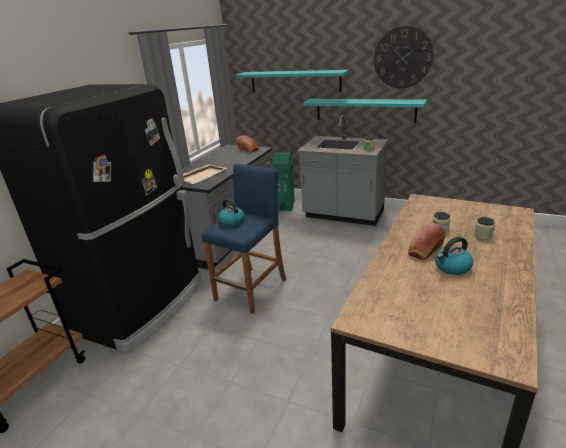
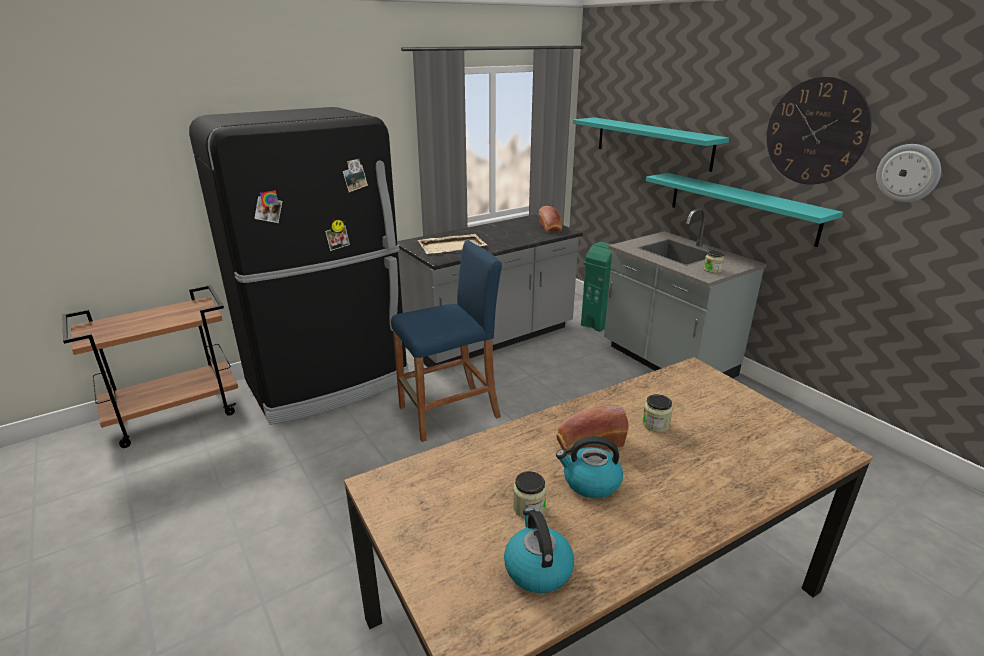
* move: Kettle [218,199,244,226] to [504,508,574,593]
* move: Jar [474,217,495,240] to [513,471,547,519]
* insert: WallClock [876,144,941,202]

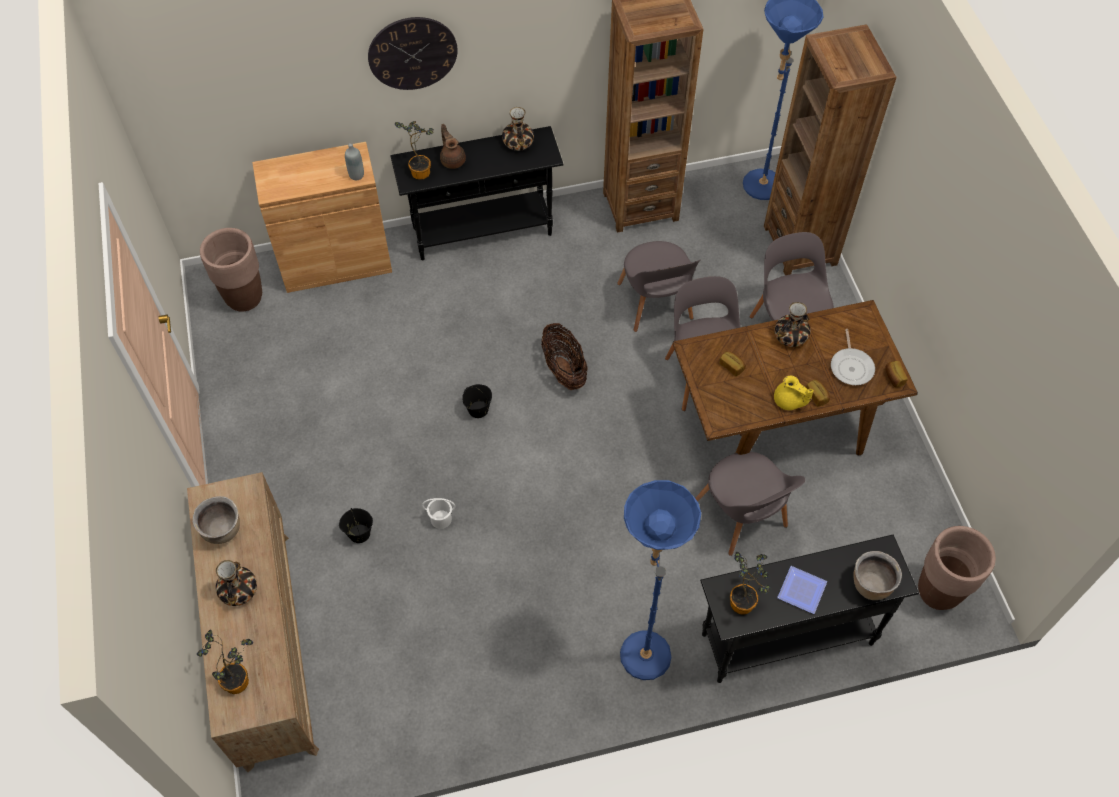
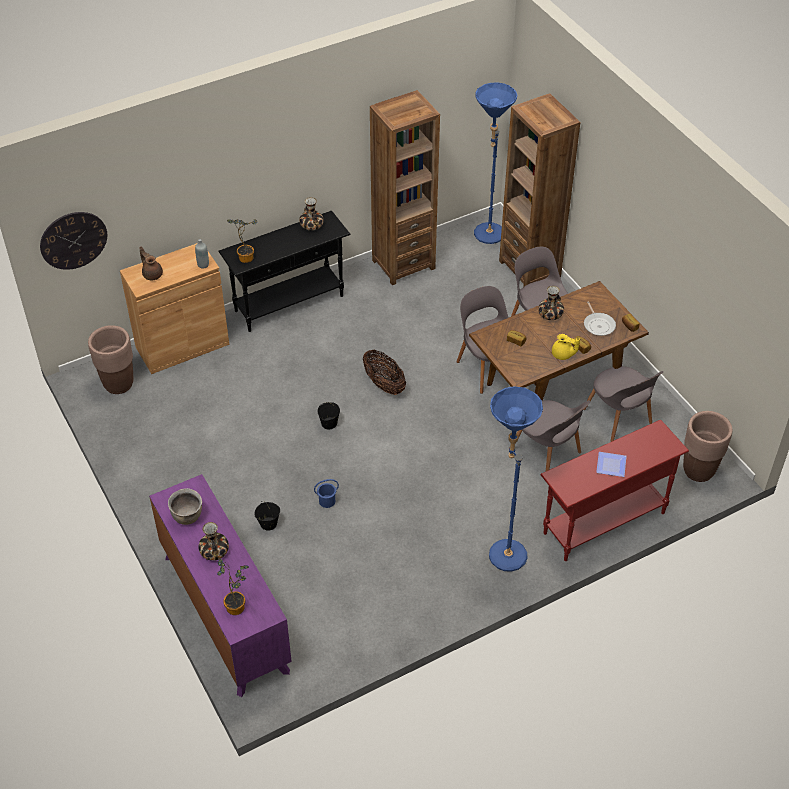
* move: WallClock [368,17,458,90] to [40,212,107,270]
* move: BrownTeapot [440,124,466,169] to [139,247,163,280]
* move: GreyChair [617,241,701,332] to [584,366,663,442]
* recolor: BrownDresser [187,472,319,772] to PurpleDresser [149,474,292,697]
* recolor: WhiteBucket [422,498,455,529] to BlueBucket [314,479,339,508]
* recolor: BlackConsoleTable [700,535,919,683] to RedConsoleTable [540,420,689,561]
* delete: BrownCookingPot [854,551,902,600]
* delete: PottedPlant [730,552,770,614]

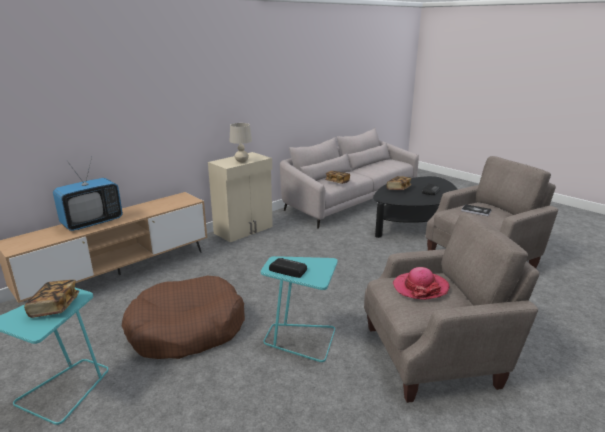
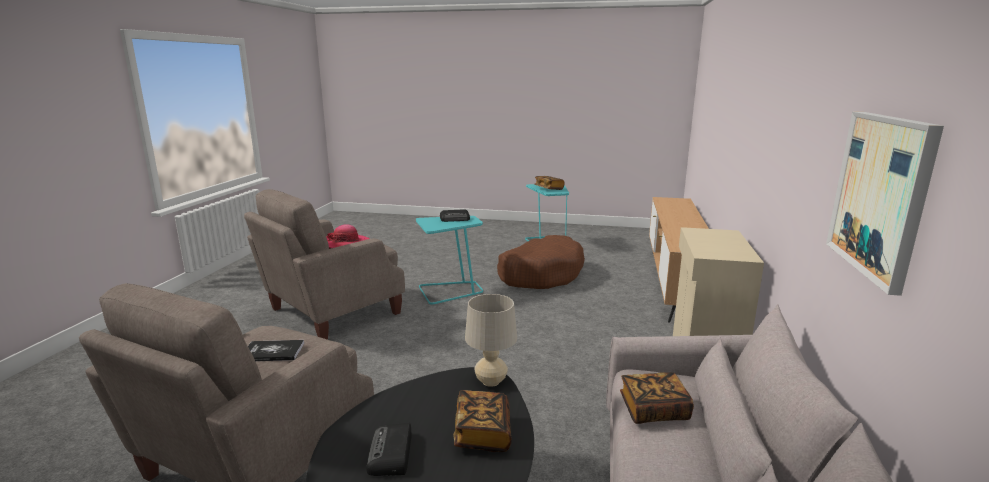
* move: BeigeTableLamp [230,123,252,163] to [465,294,517,387]
* delete: Television [53,157,123,231]
* insert: Picture [826,112,944,296]

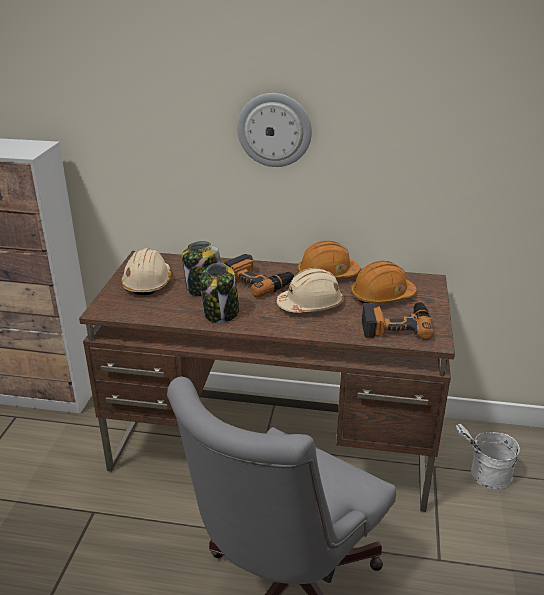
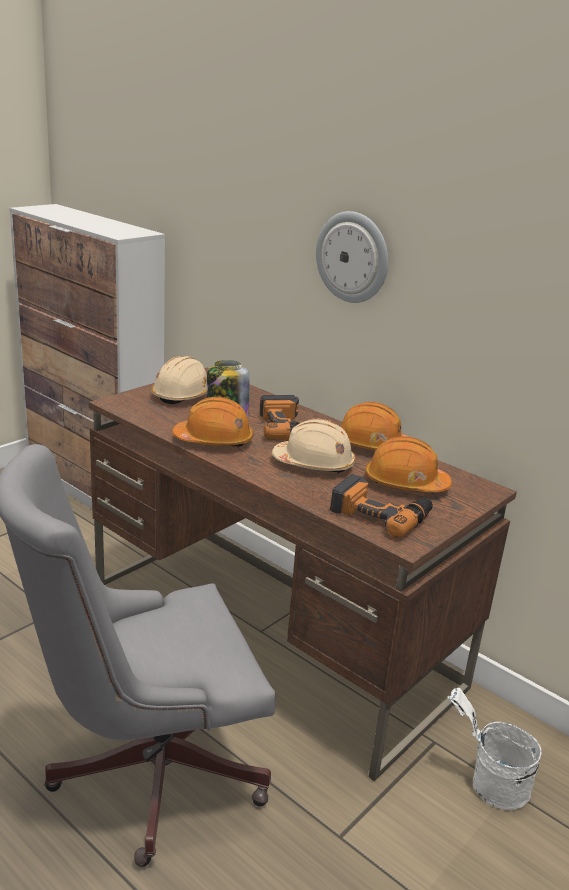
* replace: Jar [200,263,239,323] to OrangeHardHat [172,397,253,447]

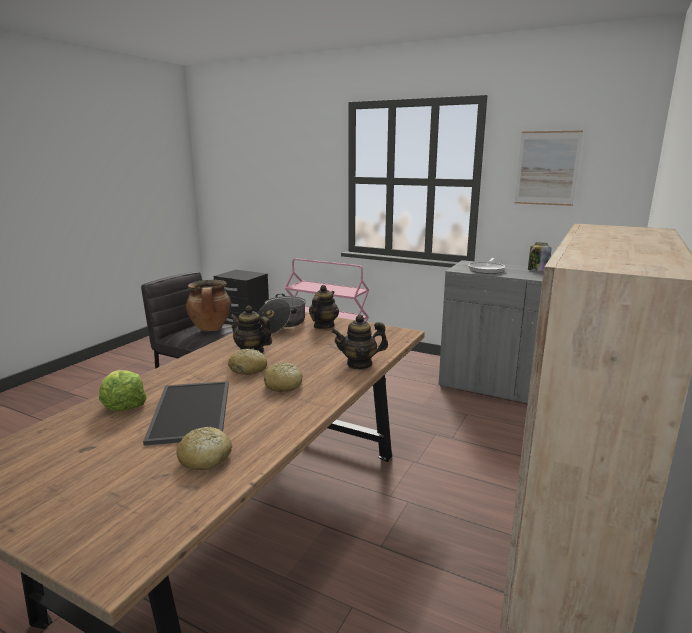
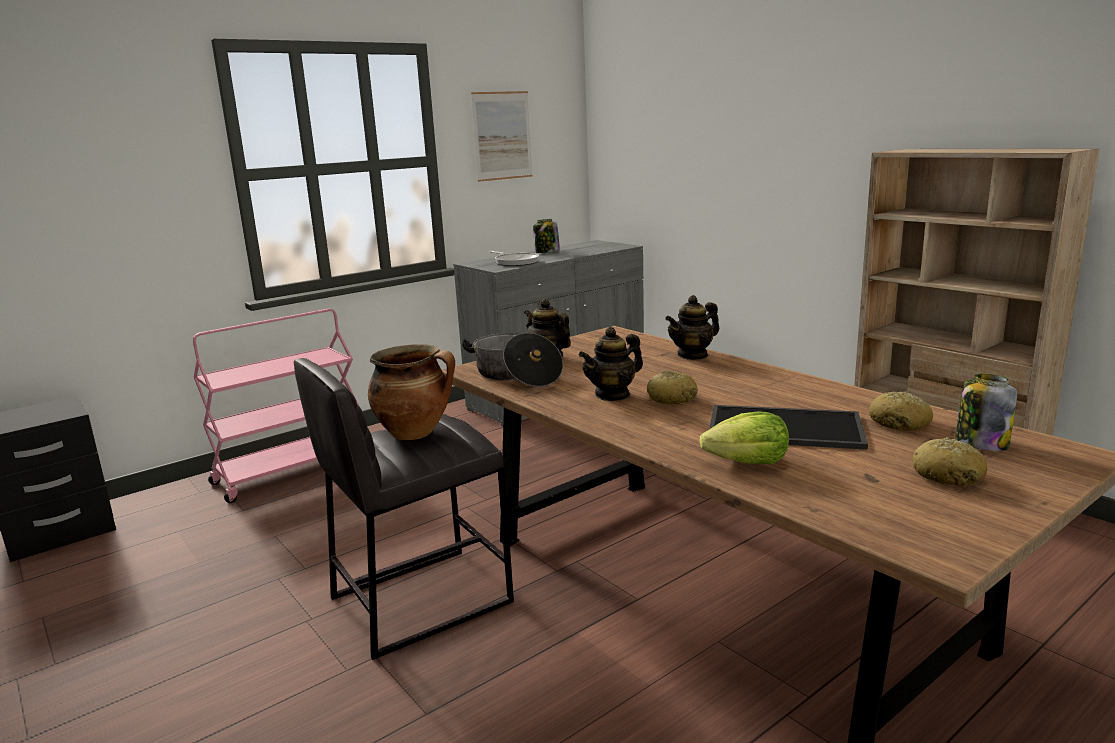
* rotate: Teapot [332,315,388,369] = [665,295,720,360] 45 degrees clockwise
* move: Bread [264,362,303,392] to [913,437,987,486]
* insert: Jar [955,374,1017,451]

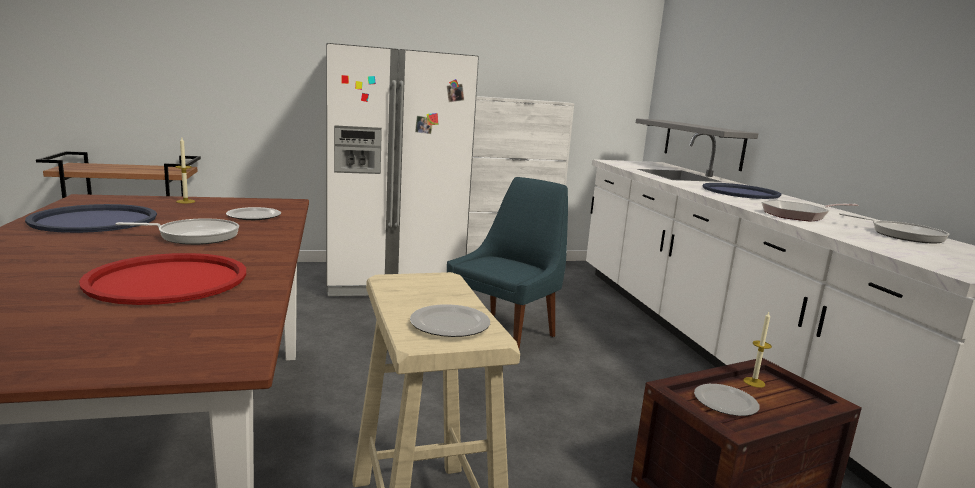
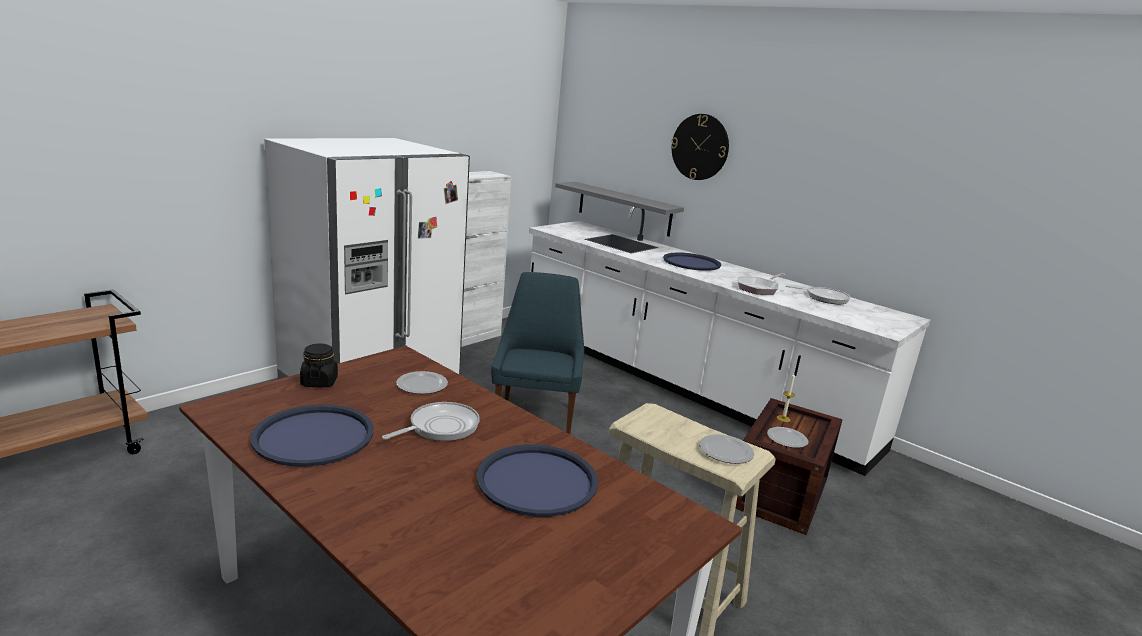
* replace: Candle [175,137,195,203] to BlackJar [300,344,338,387]
* recolor: RedTray [79,253,246,305] to BlueTray [476,444,598,517]
* insert: WallClock [671,114,729,180]

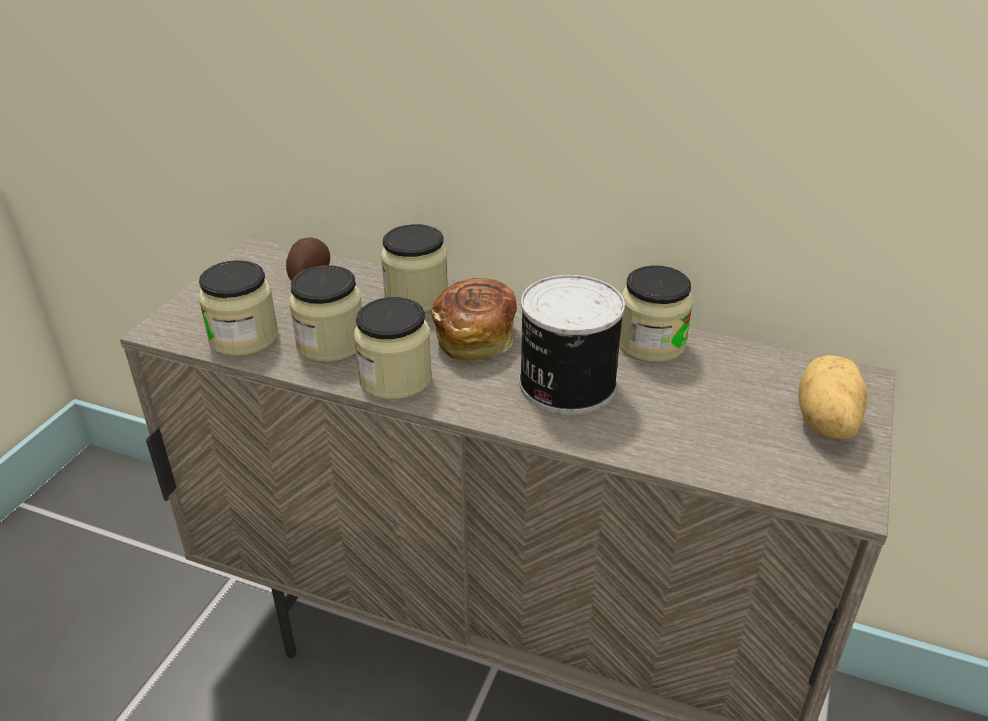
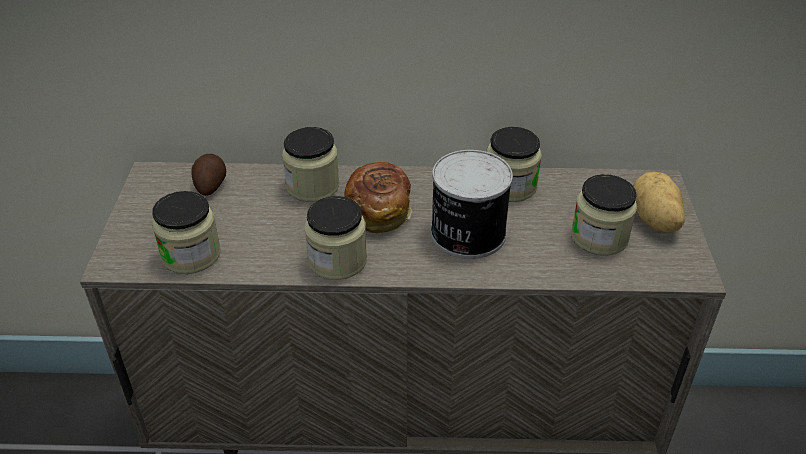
* move: Jar [289,265,362,363] to [571,174,637,256]

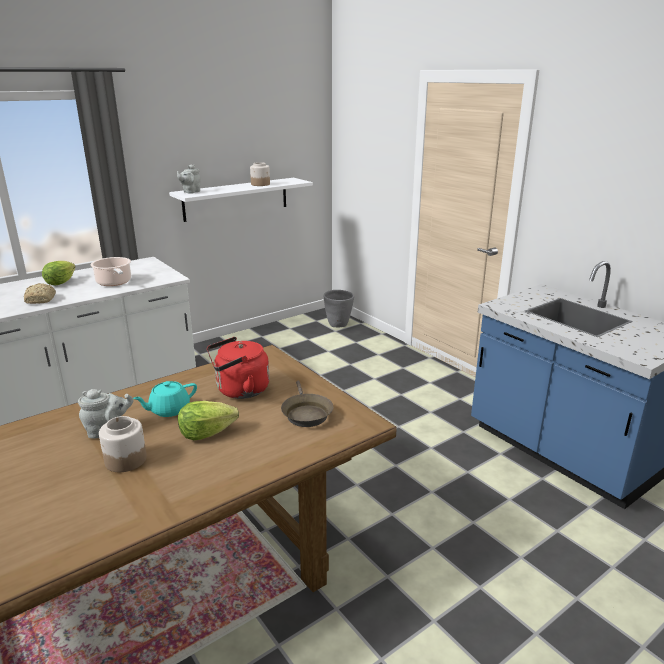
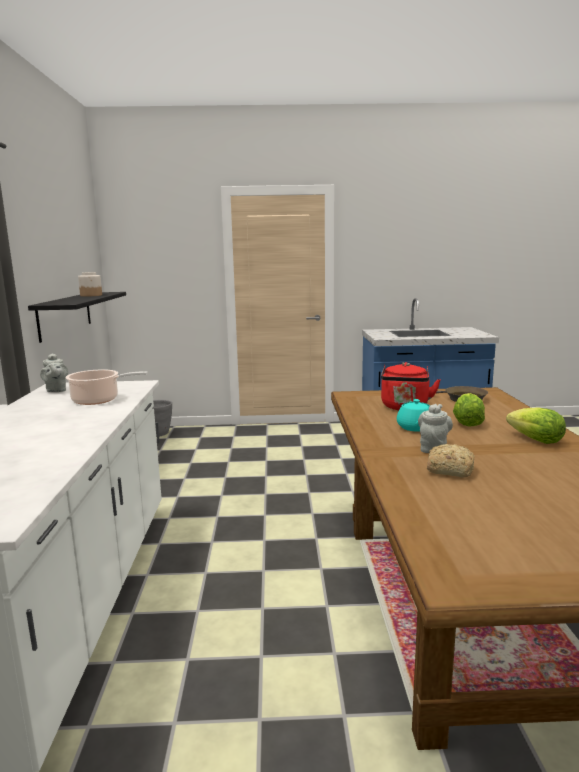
* move: GreyTeapot [177,164,201,194] to [40,353,68,392]
* recolor: WhiteShelf [169,178,313,222] to BlackShelf [28,292,126,343]
* move: Lettuce [42,261,76,285] to [506,407,566,444]
* move: Bread [24,283,56,304] to [427,444,475,478]
* delete: Jar [99,416,147,472]

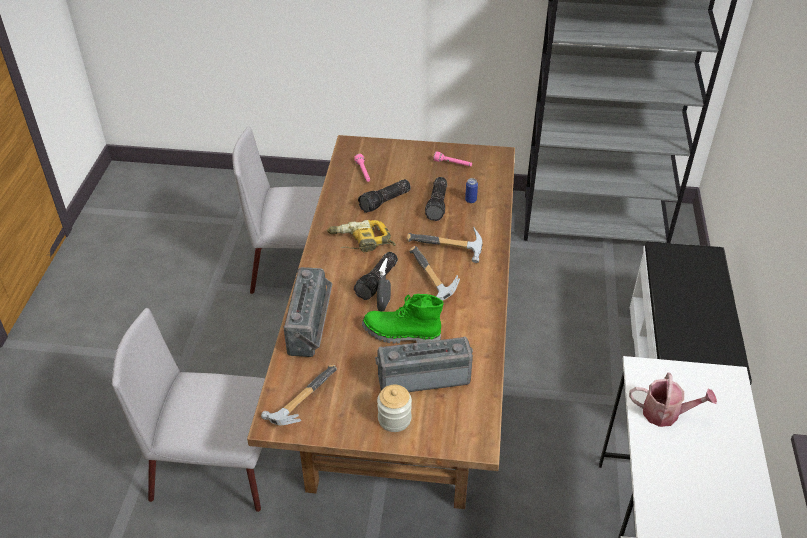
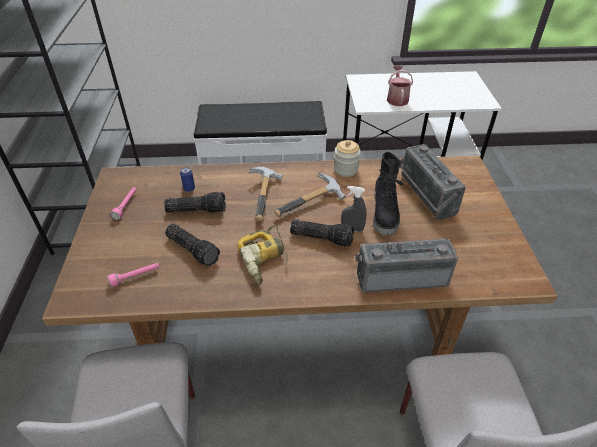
* recolor: GreenBoot [362,294,444,344] to BlackBoot [373,152,403,235]
* delete: Hammer [261,365,337,425]
* move: Jar [377,385,412,432] to [334,140,361,177]

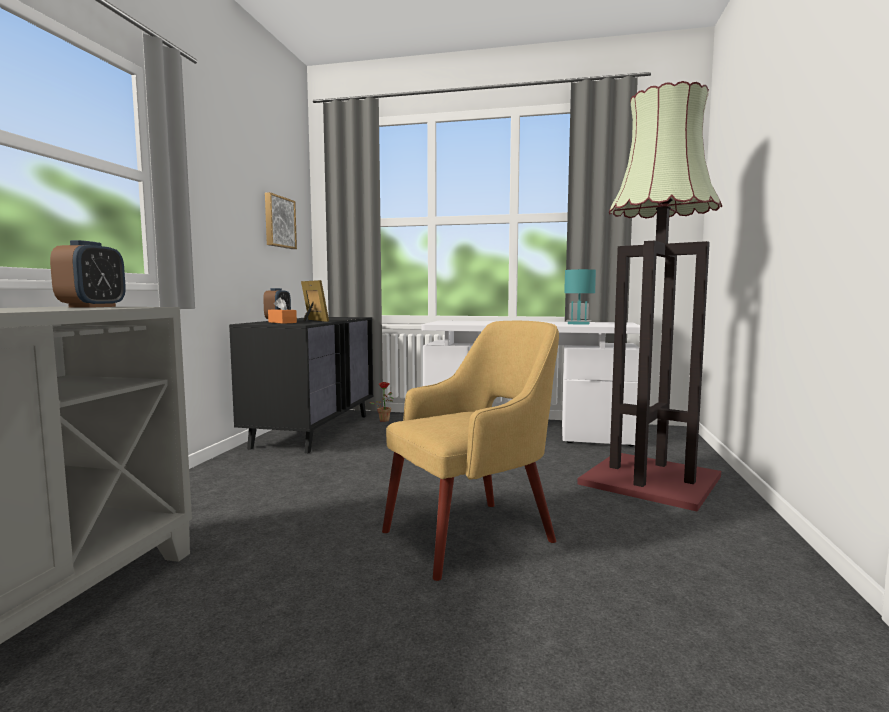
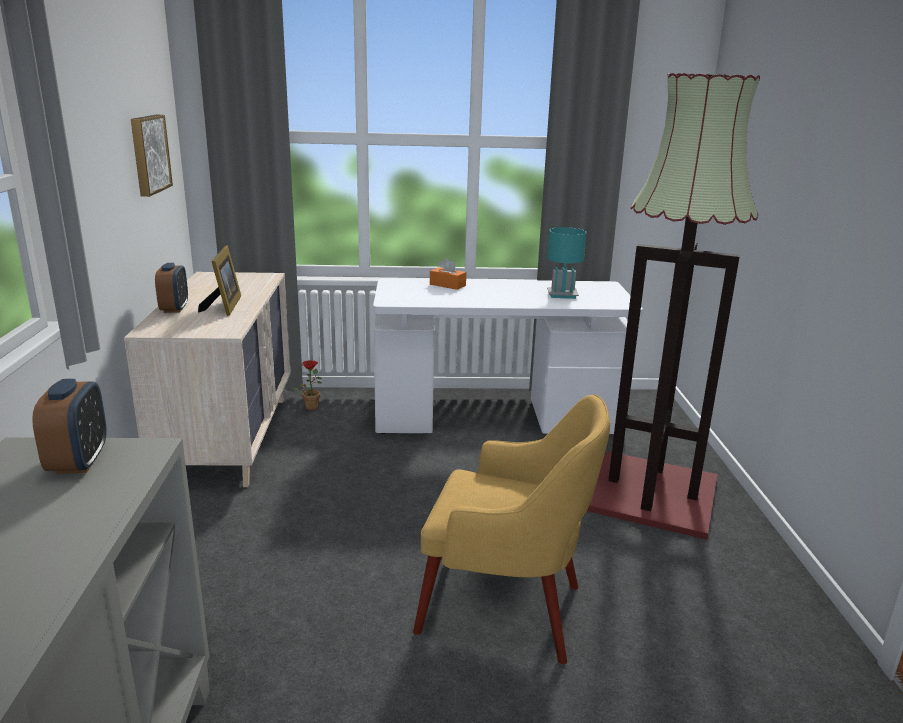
* rotate: PictureFrame [301,280,329,322] = [198,245,241,316] 45 degrees clockwise
* move: OrangeTissueBox [268,297,297,324] to [430,258,466,290]
* recolor: BlackDresser [229,317,373,453] to BeigeDresser [124,272,291,487]
* rotate: YellowArmchair [382,321,559,581] = [413,394,610,664] 60 degrees clockwise

